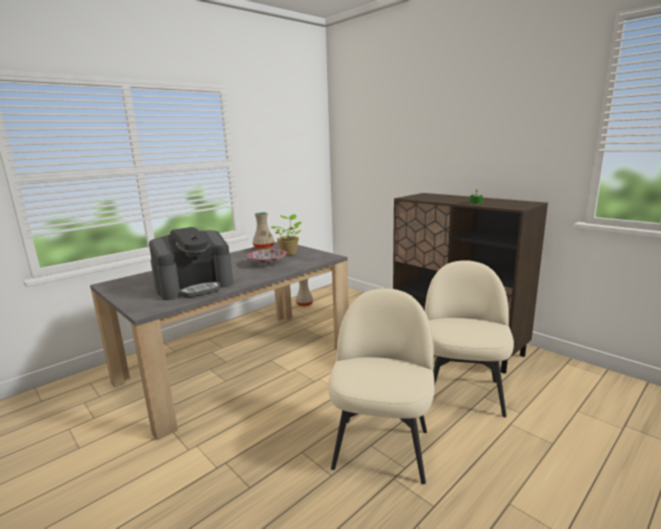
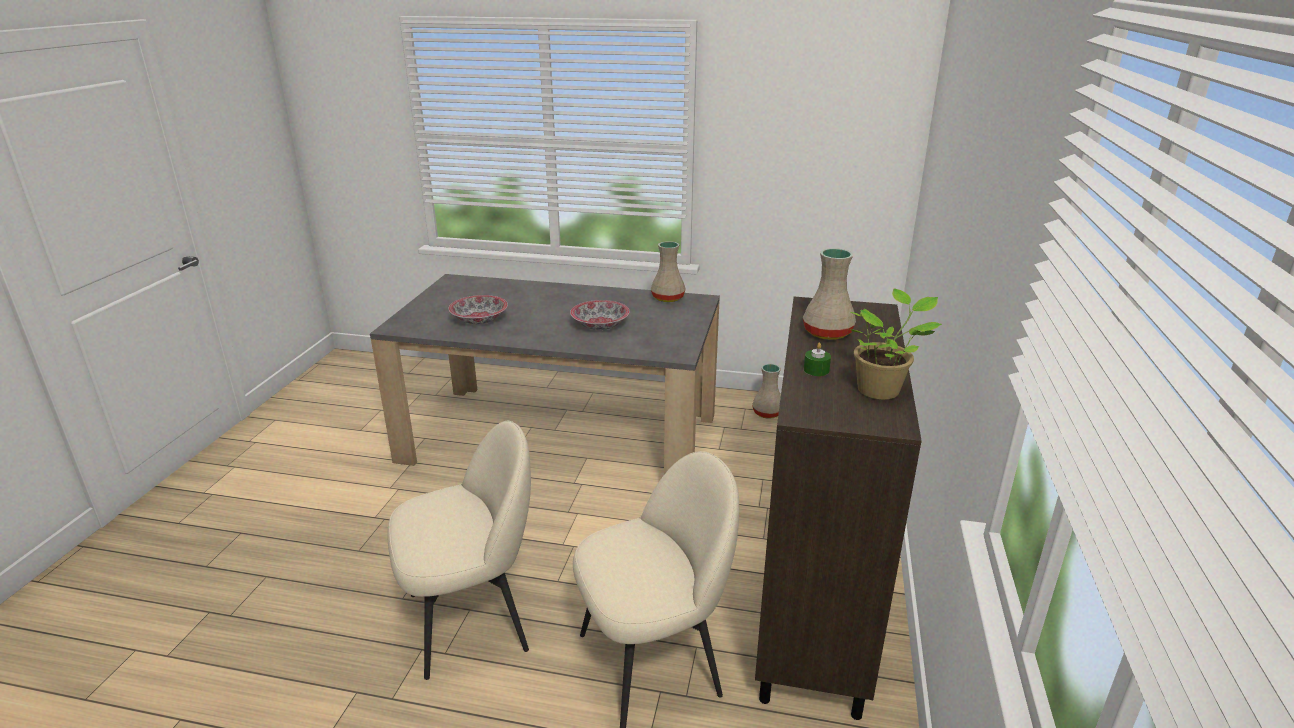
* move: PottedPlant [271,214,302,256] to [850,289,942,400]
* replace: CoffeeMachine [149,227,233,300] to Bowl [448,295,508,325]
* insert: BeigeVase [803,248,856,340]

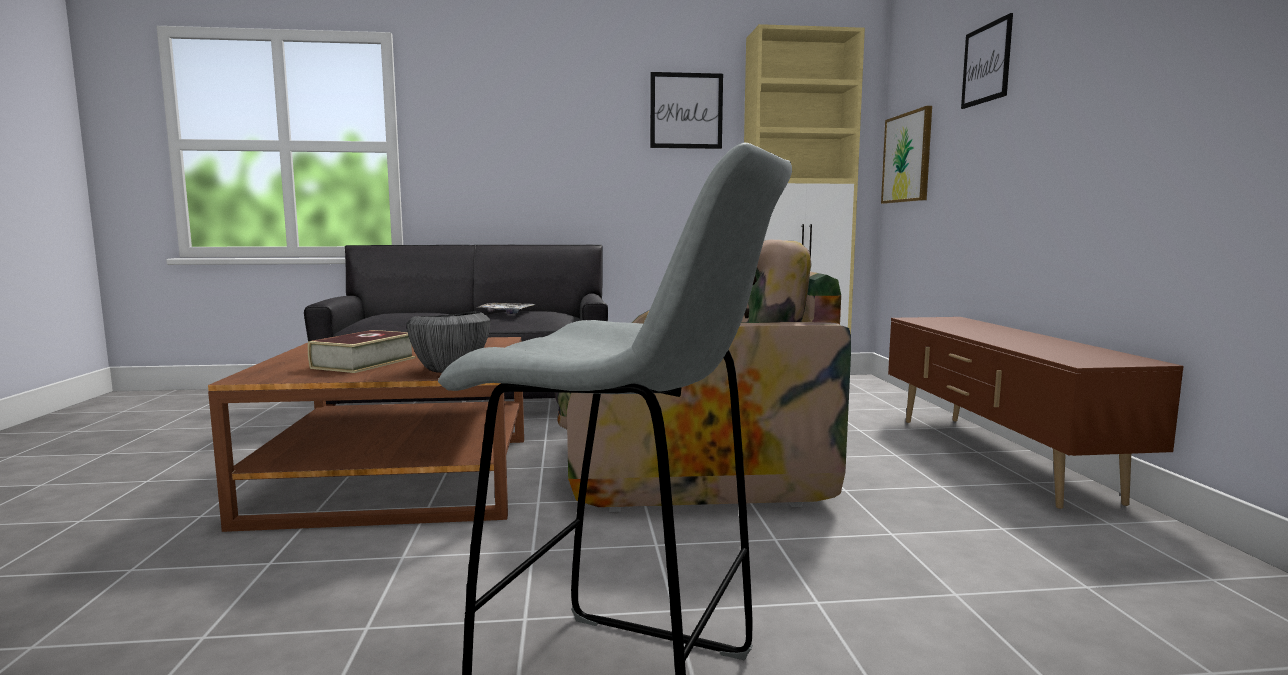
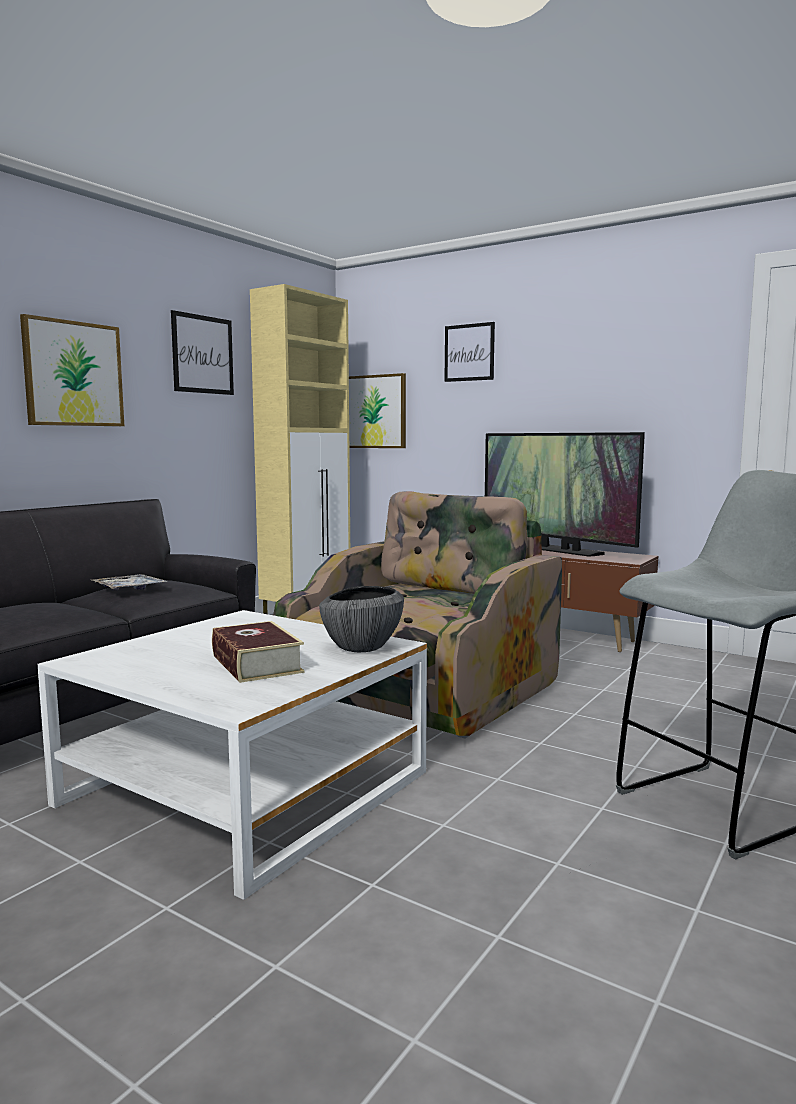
* recolor: BrownCoffeeTable [208,337,524,532] to WhiteCoffeeTable [38,610,427,900]
* insert: Picture [20,314,124,426]
* insert: Television [485,432,645,557]

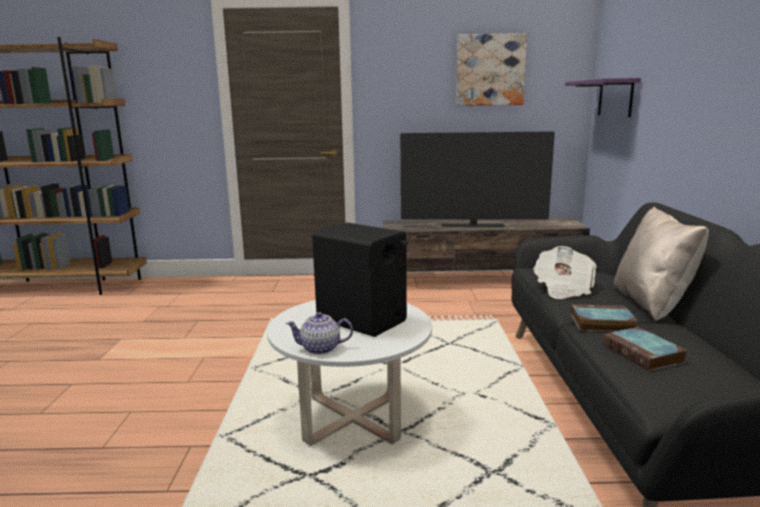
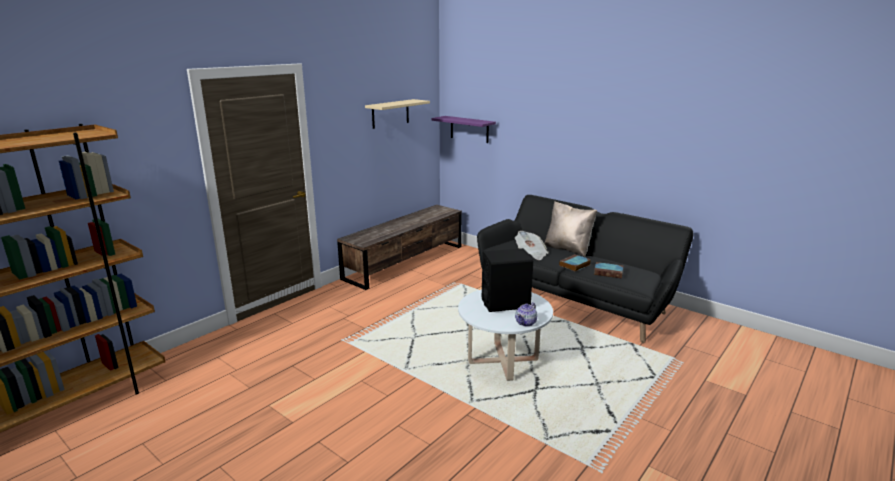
* replace: Picture [456,33,527,106] to BeigeShelf [365,99,430,129]
* delete: Television [400,131,555,227]

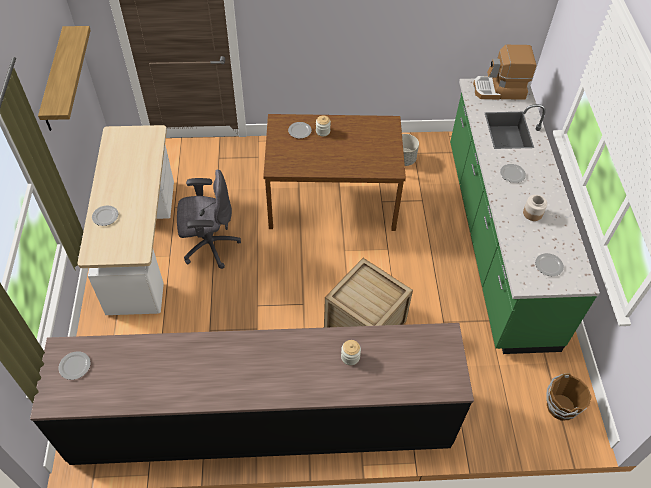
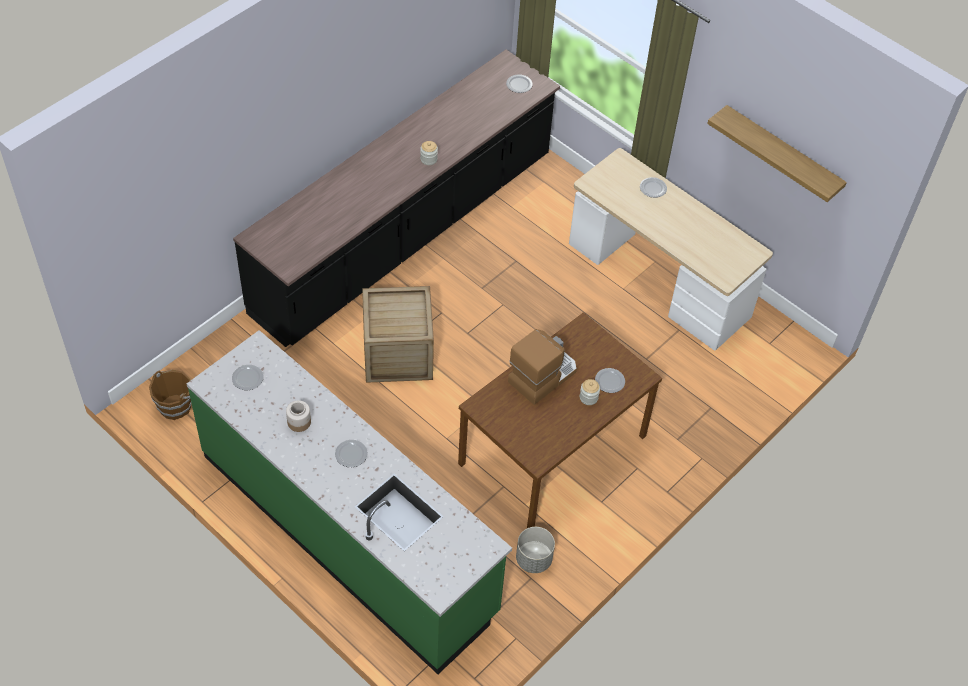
* move: CoffeeMachine [473,45,536,100] to [508,329,577,405]
* delete: GreyOfficeChair [177,169,241,269]
* move: Jar [341,340,361,365] to [420,141,438,165]

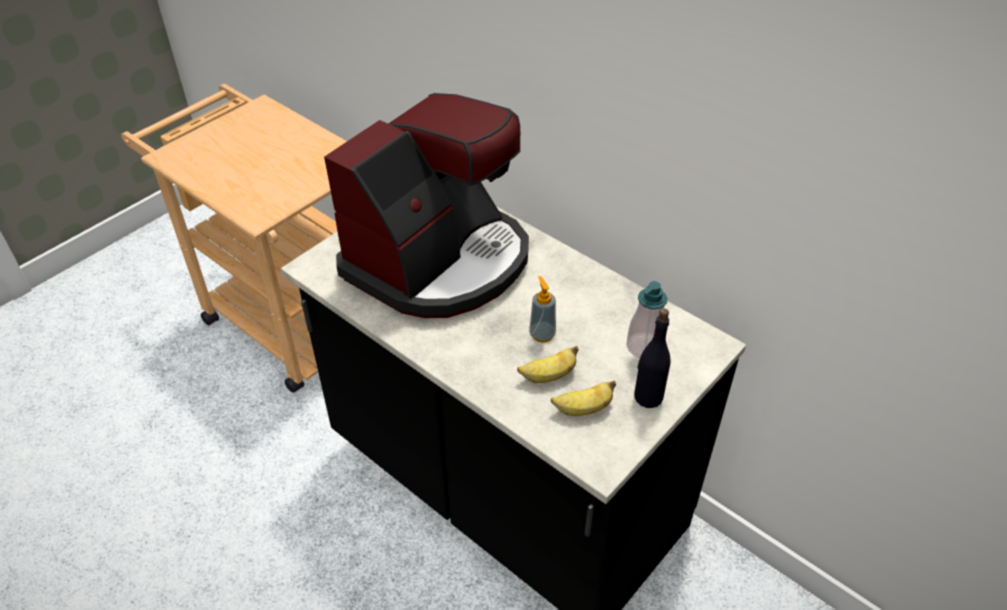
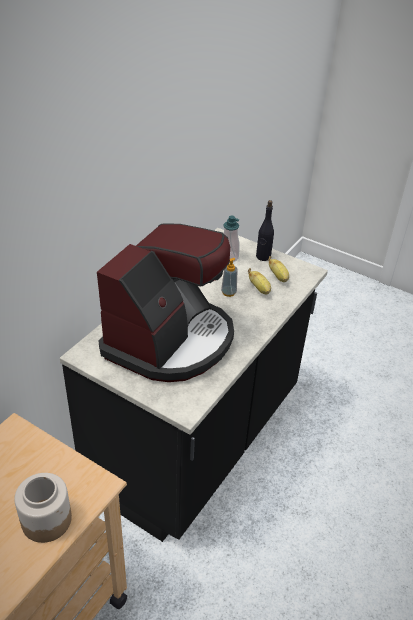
* rotate: CoffeeMachine [324,93,529,318] = [97,223,234,382] 90 degrees clockwise
* insert: Jar [14,473,72,543]

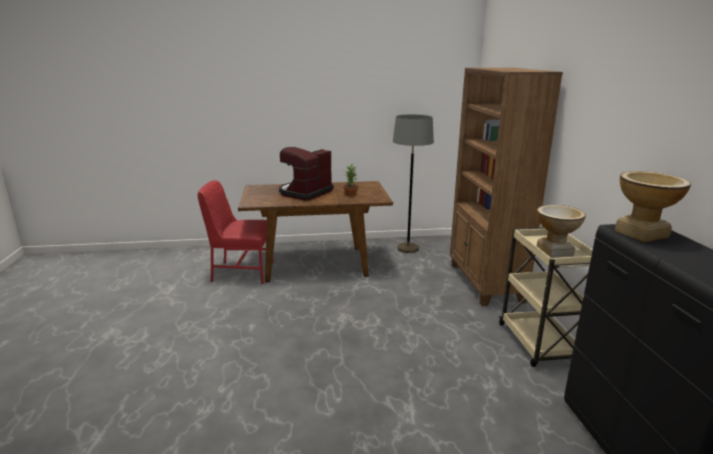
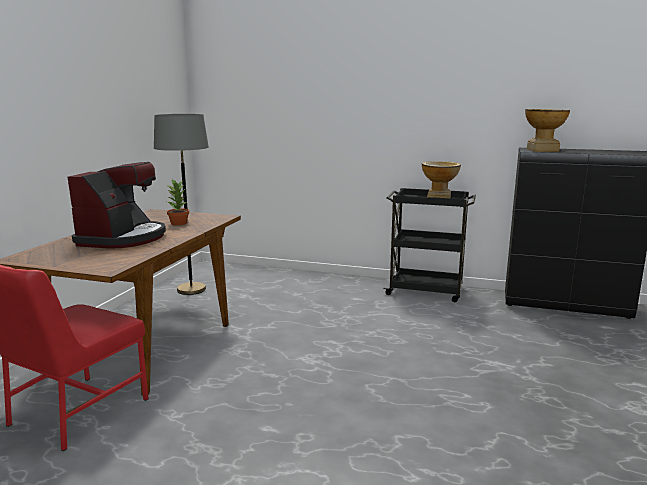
* delete: BrownBookcase [450,68,563,306]
* rotate: CoffeeMachine [279,147,334,201] = [68,162,166,249] 135 degrees counterclockwise
* recolor: BeigeCart [499,227,593,367] to BlackCart [383,188,476,302]

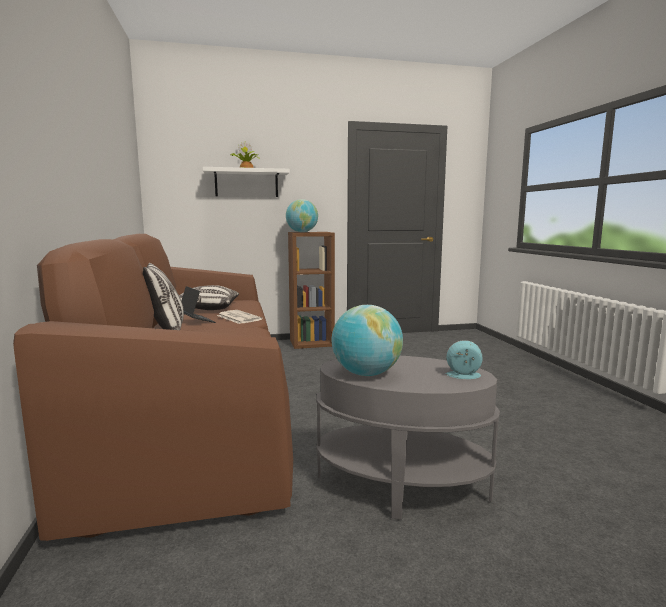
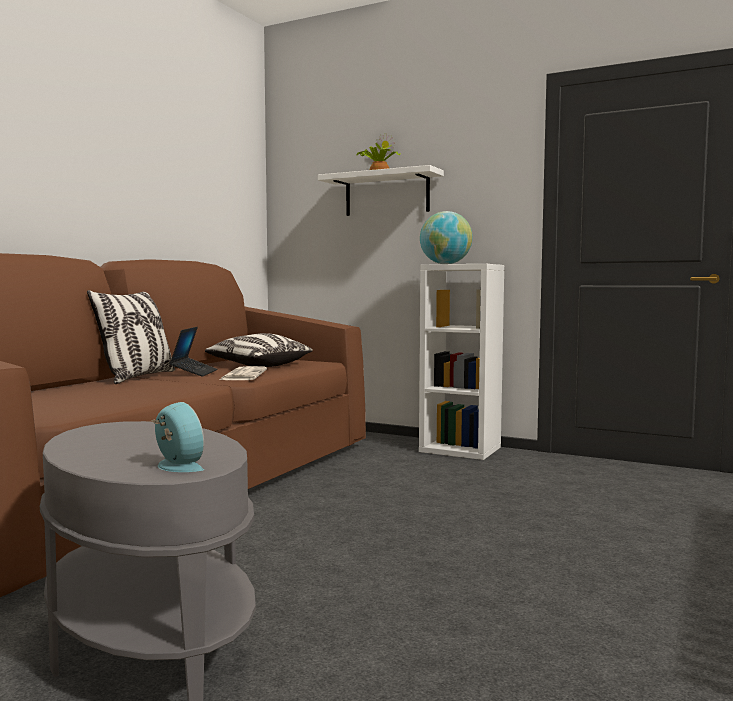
* recolor: BrownBookcase [288,232,335,349] to WhiteBookcase [419,264,504,460]
* delete: Globe [332,305,403,376]

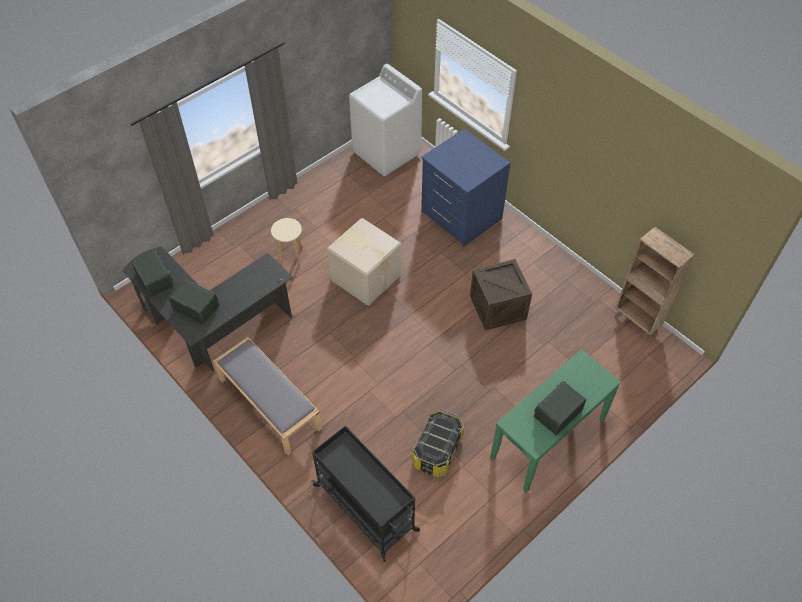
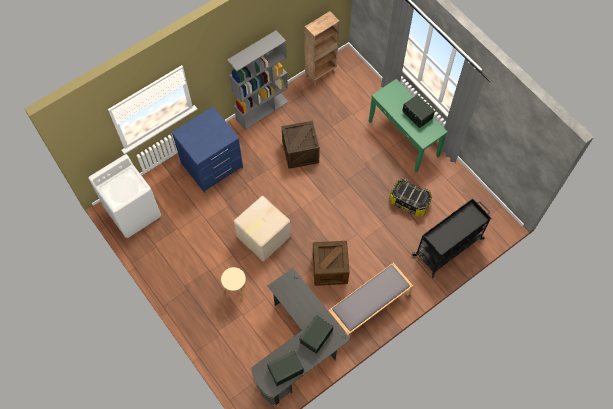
* insert: GreyBookcase [227,30,288,130]
* insert: Crate [313,241,350,286]

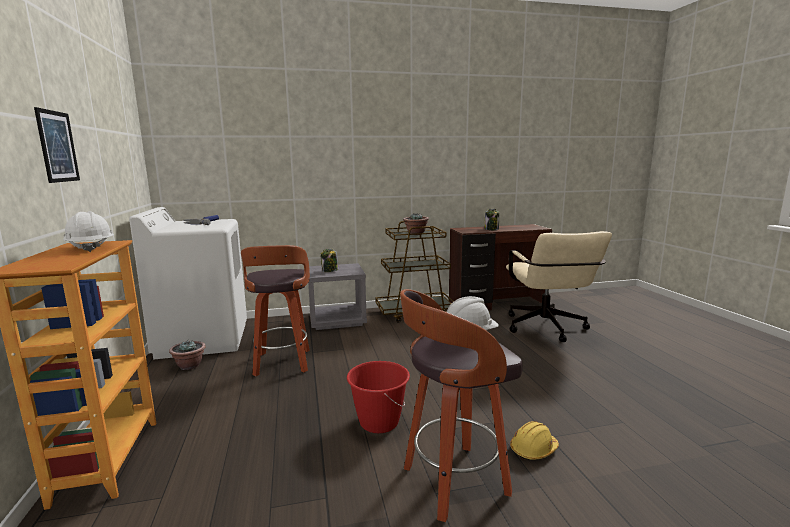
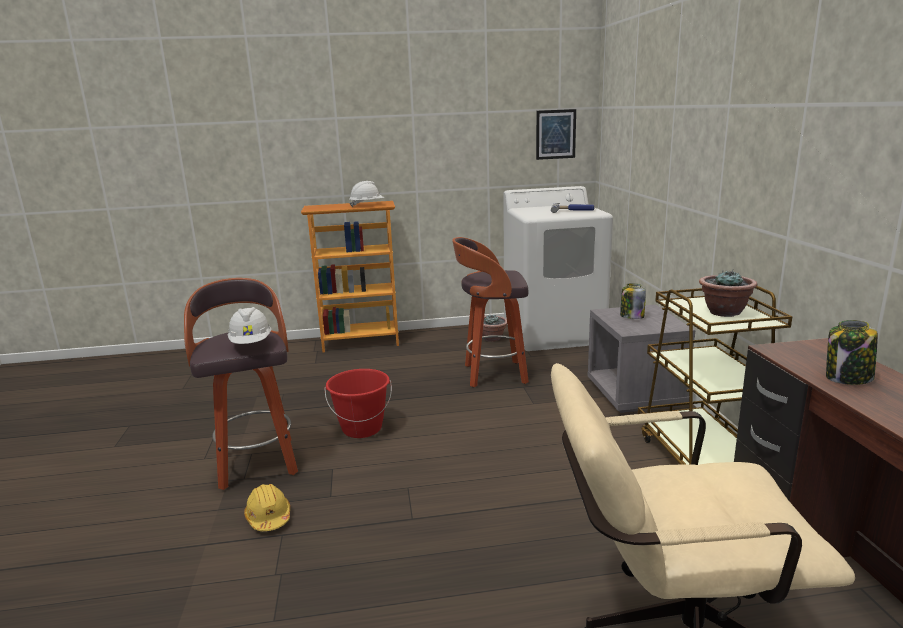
* move: Picture [34,107,80,183] to [536,109,576,160]

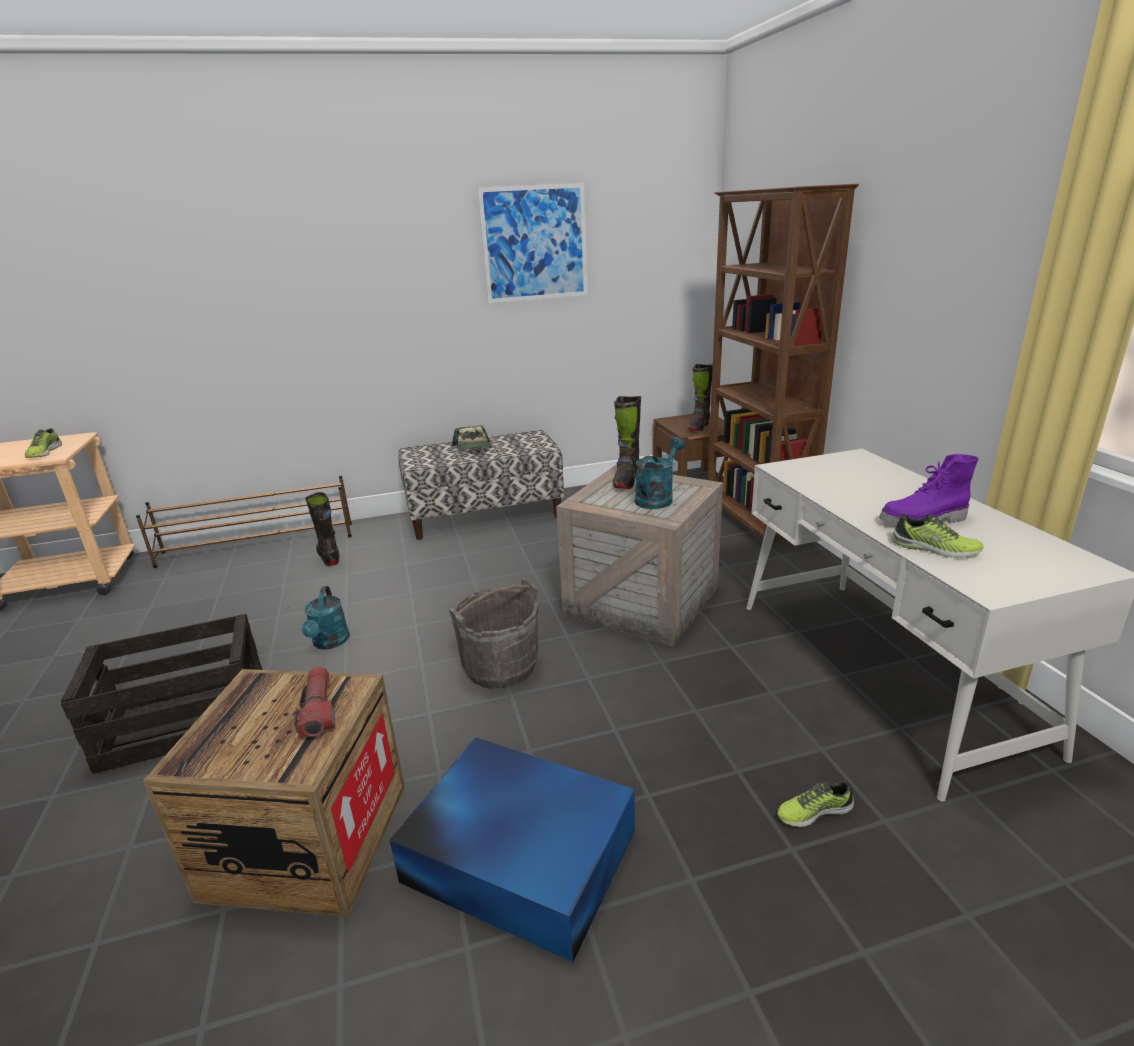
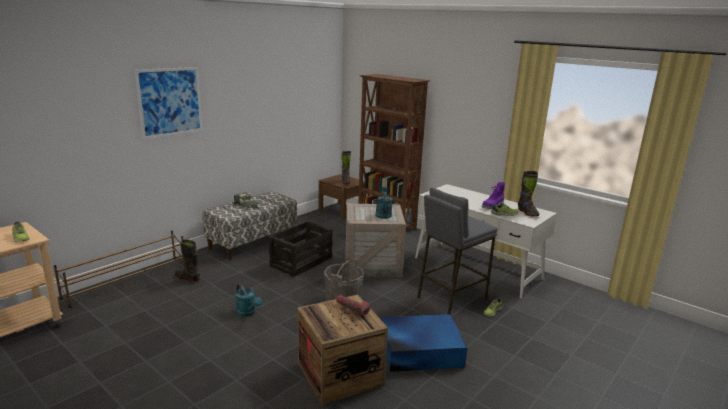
* move: Picture [477,183,588,303] to [135,67,203,139]
* move: BlackBoot [612,396,641,489] to [518,171,539,216]
* move: Crate [61,614,263,774] to [269,221,333,277]
* insert: GreyStool [417,188,497,315]

